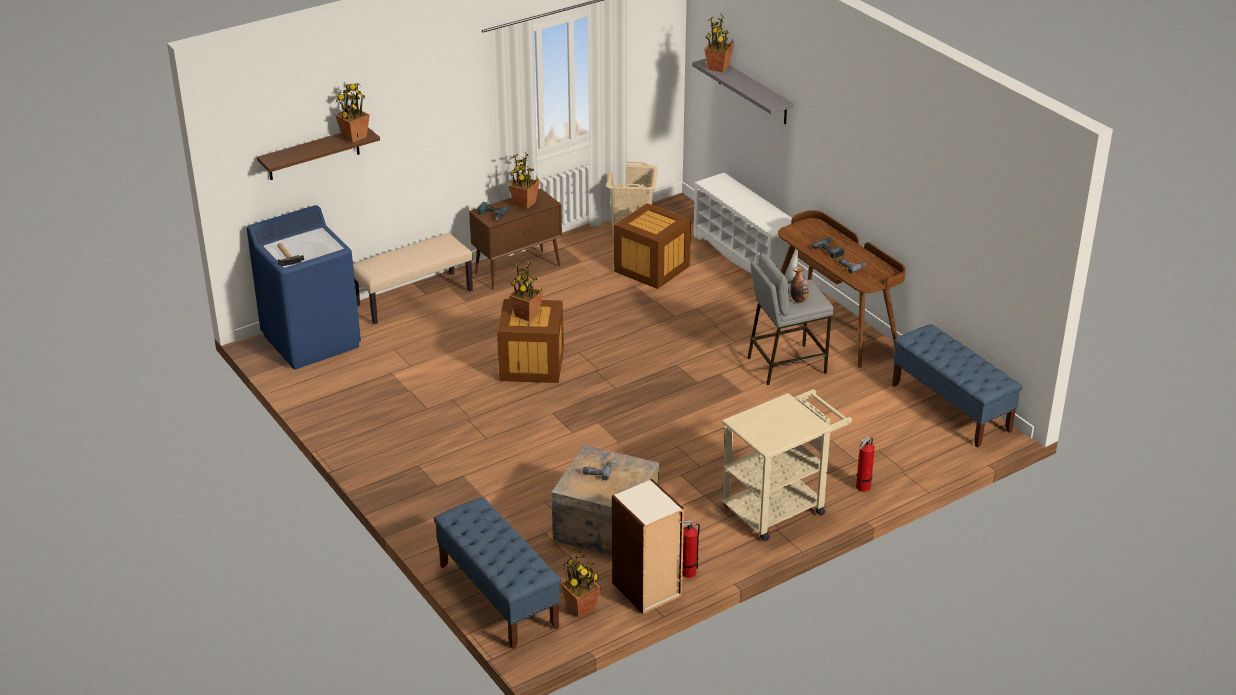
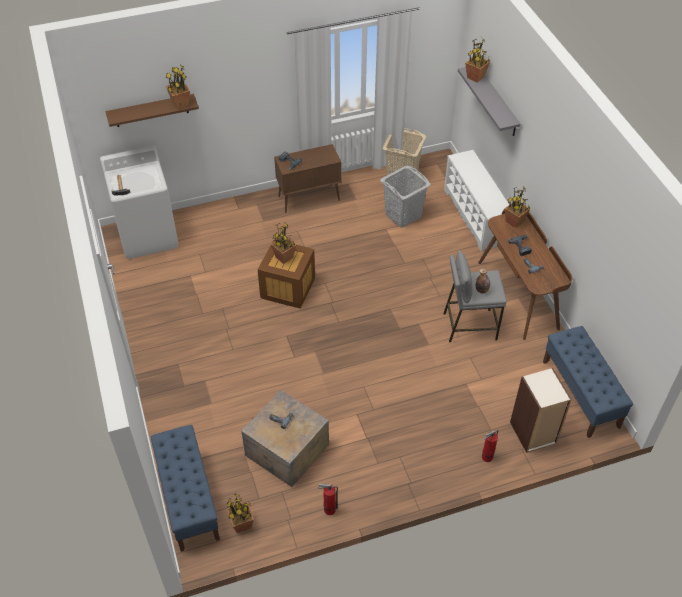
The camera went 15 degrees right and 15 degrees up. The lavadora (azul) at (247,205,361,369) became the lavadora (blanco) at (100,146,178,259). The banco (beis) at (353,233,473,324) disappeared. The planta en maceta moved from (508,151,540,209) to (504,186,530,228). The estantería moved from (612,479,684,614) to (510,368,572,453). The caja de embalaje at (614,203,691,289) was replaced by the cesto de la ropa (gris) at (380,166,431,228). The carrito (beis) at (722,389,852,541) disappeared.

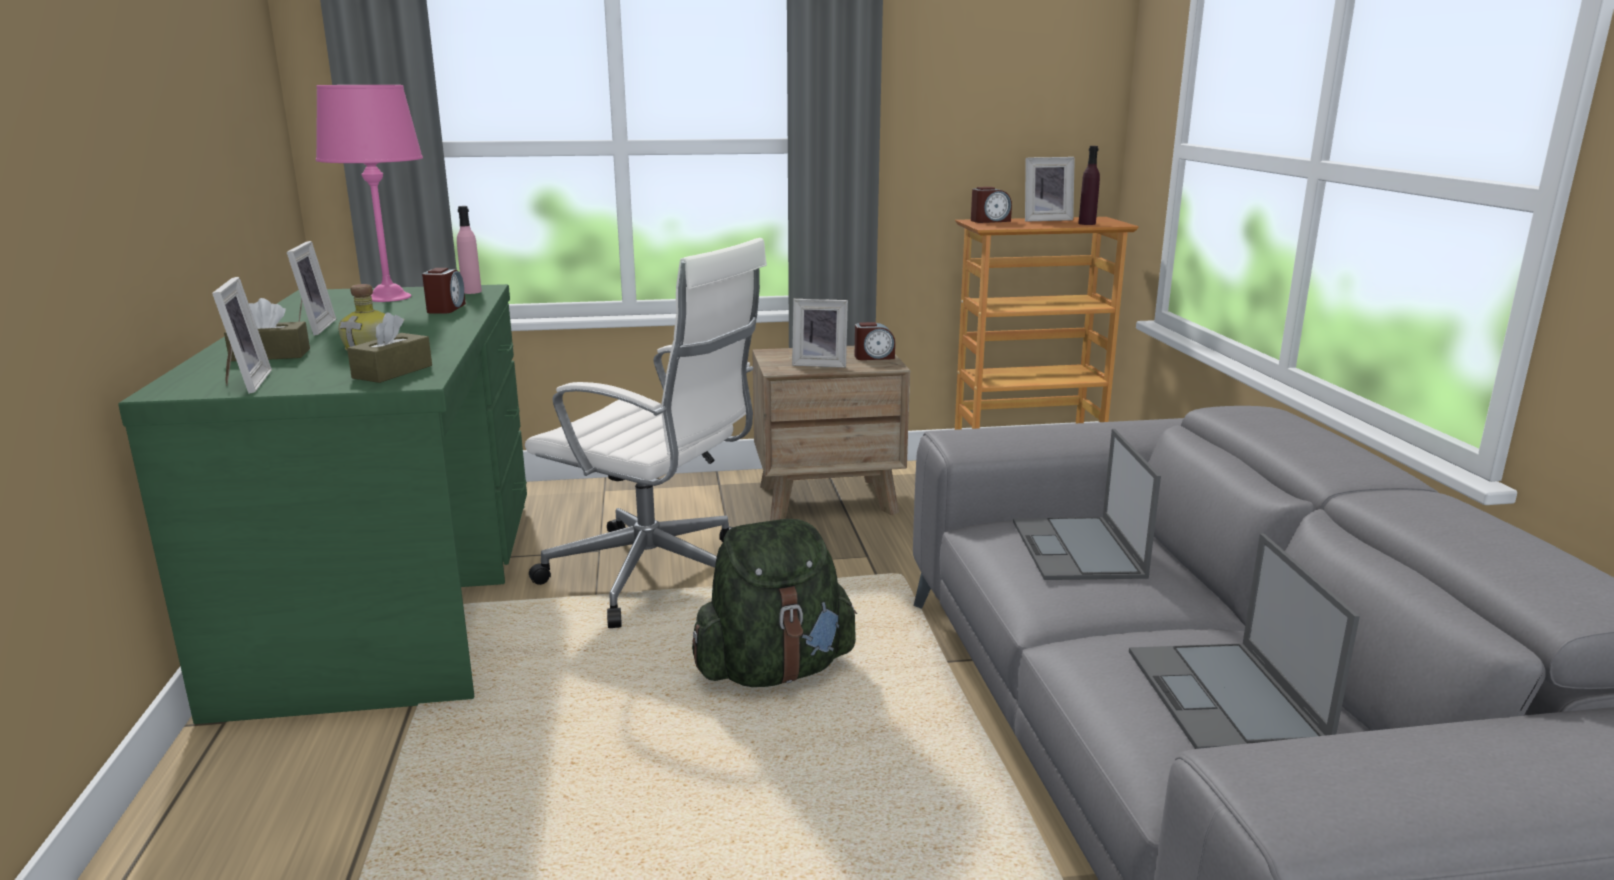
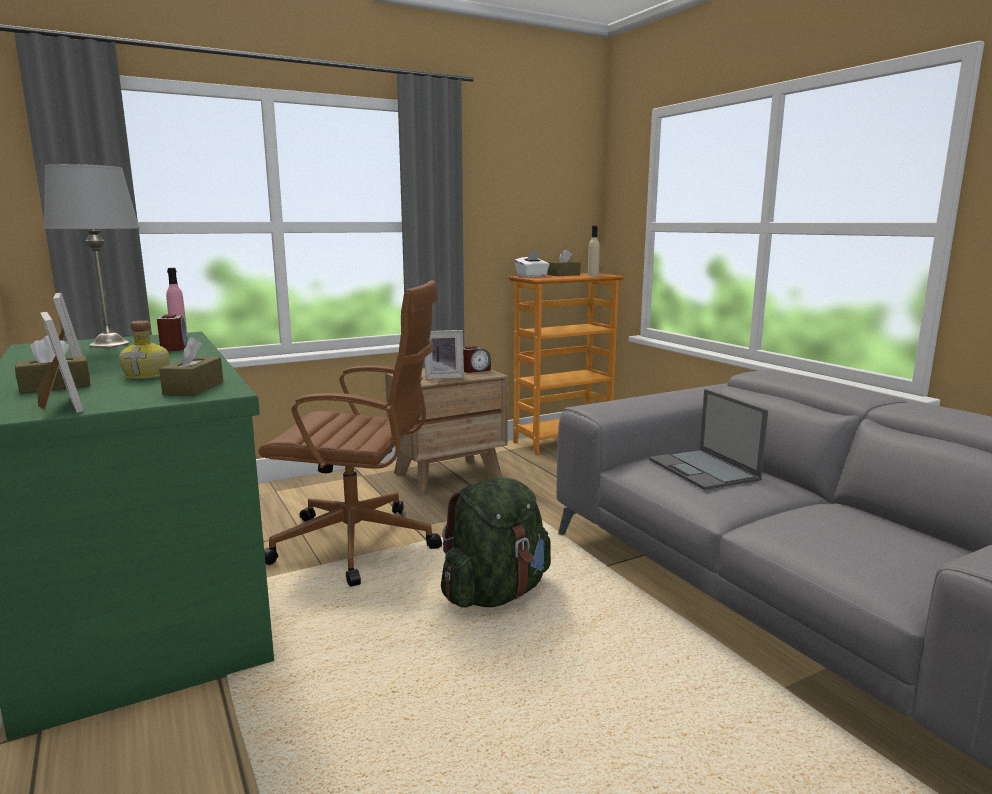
The camera went 20 degrees left and 5 degrees down. The lámpara de mesa (rosa) at (316,85,423,302) became the lámpara de mesa (gris) at (44,164,140,348). The silla de oficina (blanco) at (525,238,767,628) became the silla de oficina (marrón) at (259,280,442,587). The despertador at (971,187,1012,223) was replaced by the caja de pañuelos (blanco) at (514,252,550,277). The portarretratos at (1025,157,1075,222) was replaced by the caja de pañuelos (marrón) at (548,249,581,276). The botella (morado) at (1078,146,1100,225) became the botella (beis) at (588,226,600,276). The portátil at (1129,534,1360,749) disappeared.

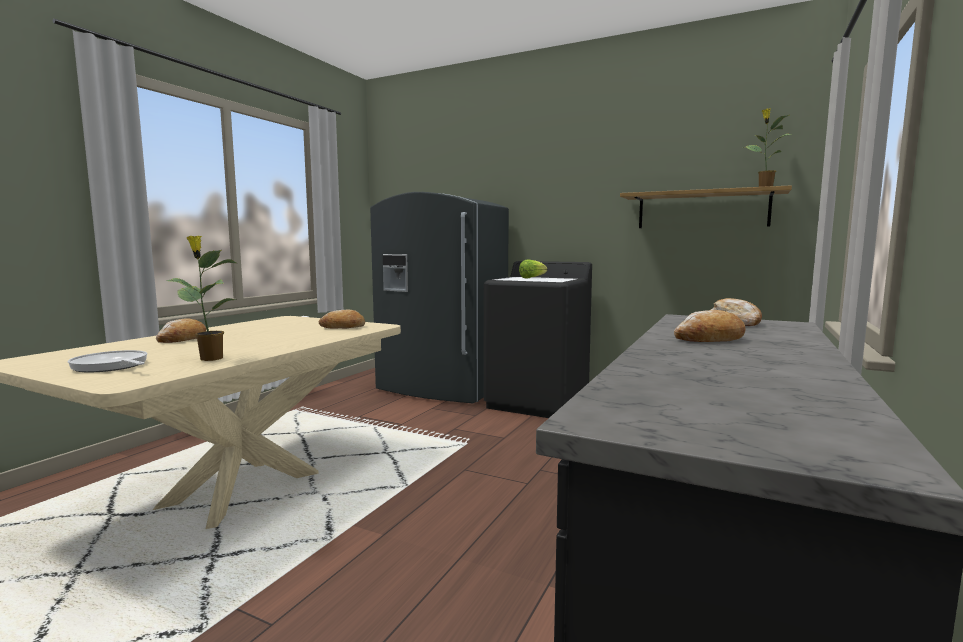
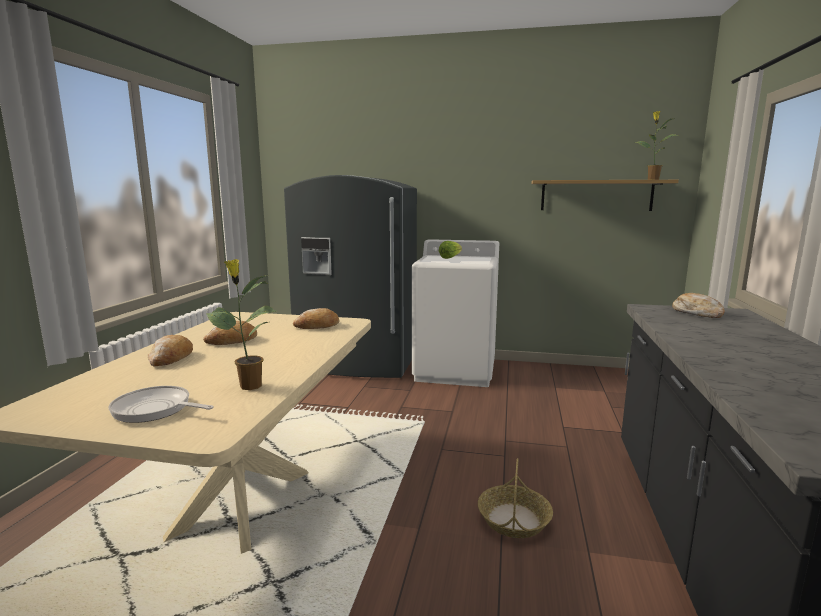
The camera went 15 degrees left and 5 degrees up. The lavadora (negro) at (484,261,592,418) became the lavadora (blanco) at (412,239,499,387). The pan moved from (674,310,746,342) to (203,321,257,345). The cesta at (478,458,553,538) appeared.

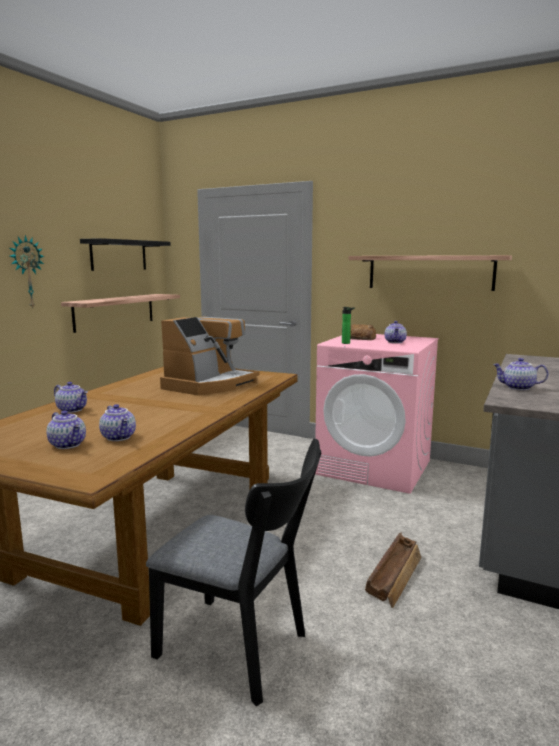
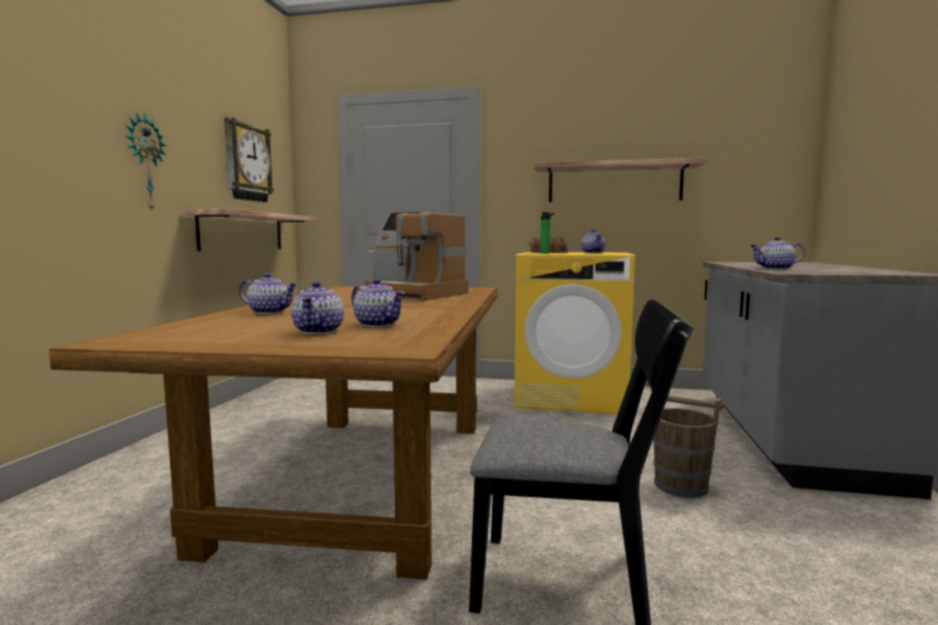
The camera went 15 degrees left and 5 degrees down. The tetera at (46,410,86,449) turned 60 degrees clockwise. The estante (negro) at (80,238,171,271) was replaced by the reloj de pared at (224,117,274,202). The cafetera at (160,317,260,395) turned 105 degrees clockwise. The lavadora (rosa) at (315,334,438,494) became the lavadora (amarillo) at (514,252,635,414). The caja de embalaje at (365,533,421,608) was replaced by the cubo (marrón) at (650,395,723,498).

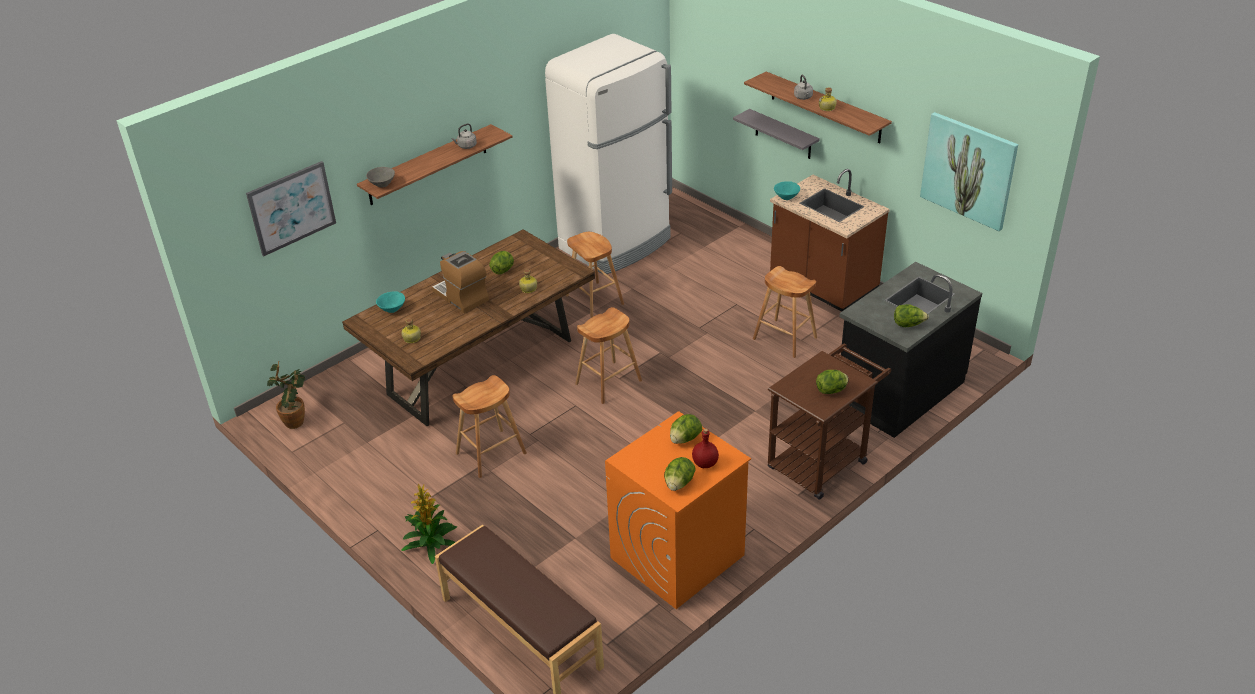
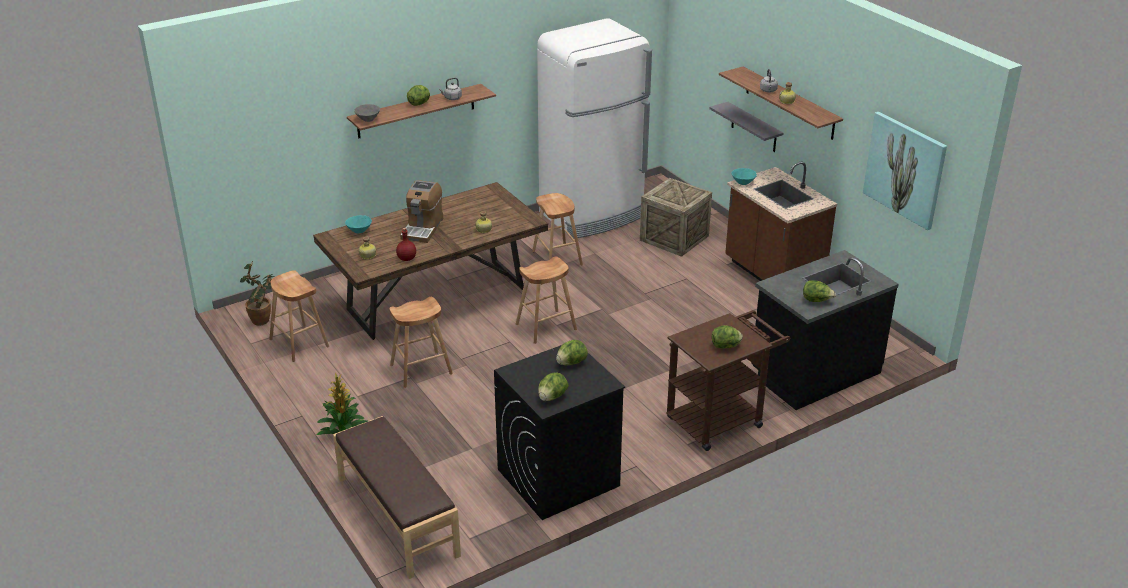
The camera went 10 degrees right and 5 degrees down. The cuadro at (246,161,336,256) disappeared. The cafetera at (432,251,489,313) turned 135 degrees counterclockwise. The lechuga moved from (489,251,514,274) to (407,85,430,106). The lavadora (naranja) at (605,411,751,609) became the lavadora (negro) at (494,345,625,520). The botella (rojo) moved from (692,428,719,468) to (396,228,416,261). The taburete (marrón) moved from (753,266,817,358) to (269,270,329,362). The caja de embalaje at (640,178,712,257) appeared.

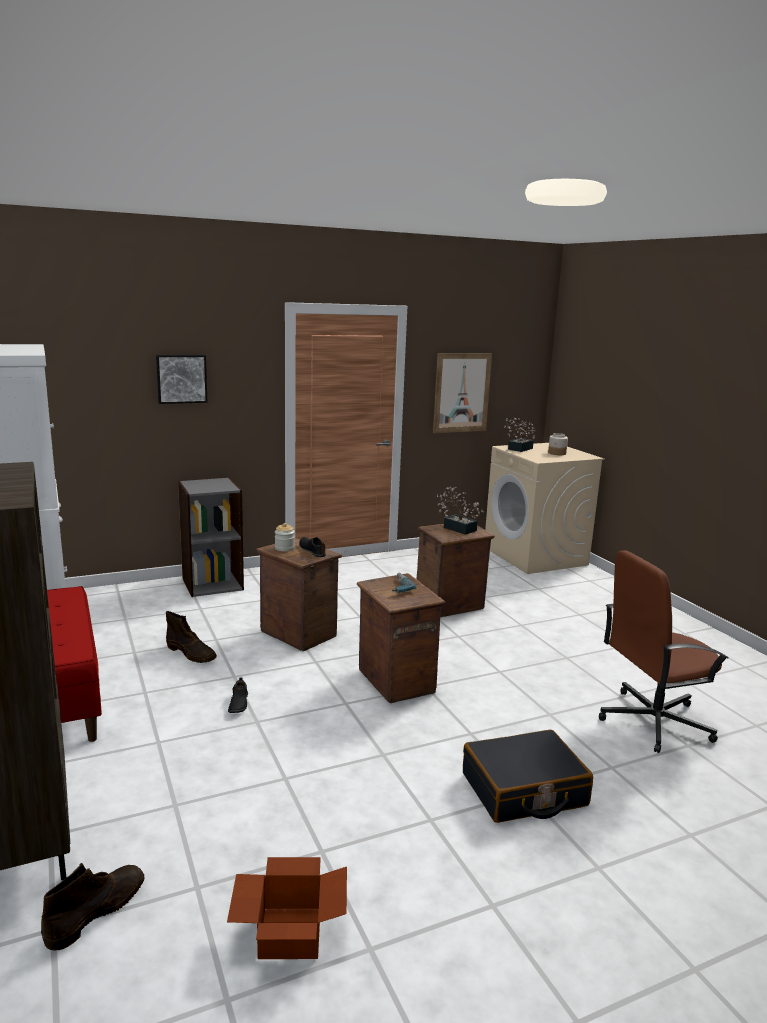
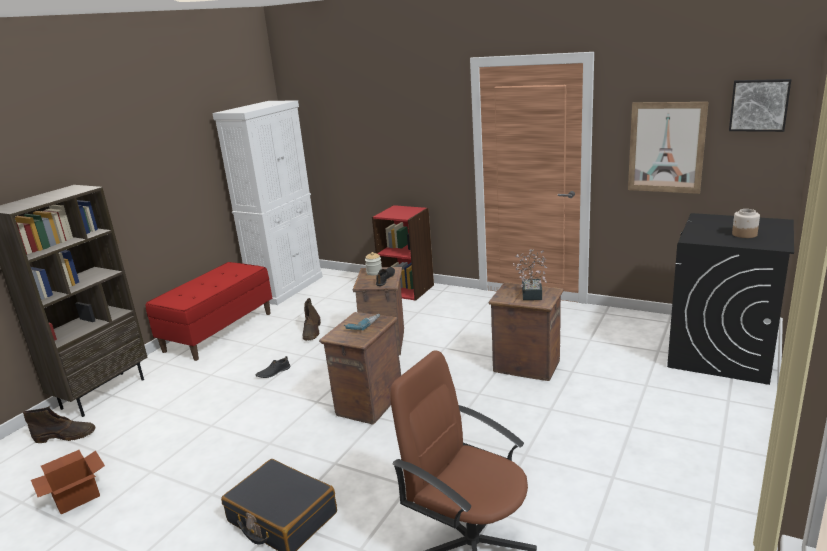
The camera went 55 degrees right and 5 degrees up. The cuadro moved from (156,355,208,404) to (729,79,791,132). The estantería (gris) at (178,477,244,597) became the estantería (rojo) at (372,205,434,301). The lavadora (beis) at (485,443,604,574) became the lavadora (negro) at (667,213,794,385). The planta en maceta at (504,417,535,452) disappeared.

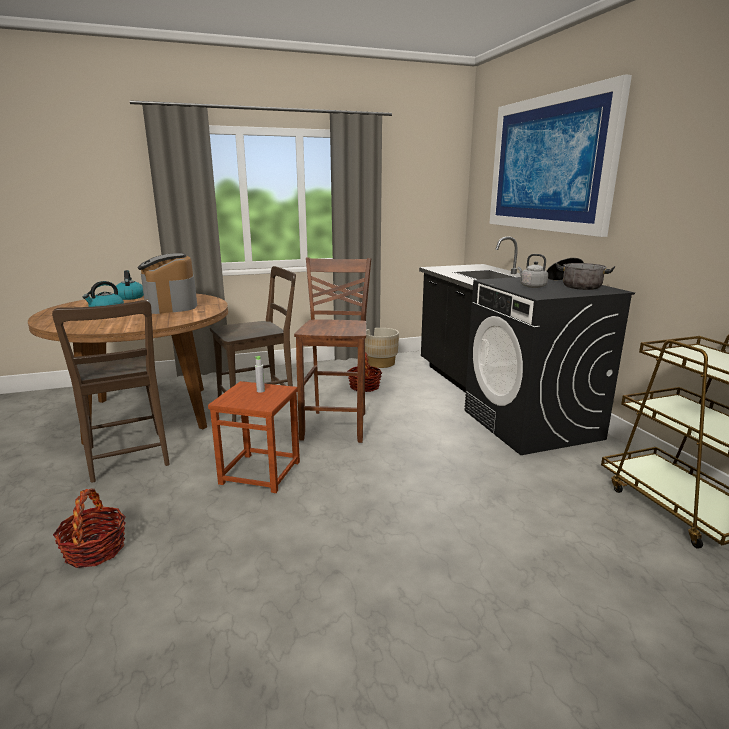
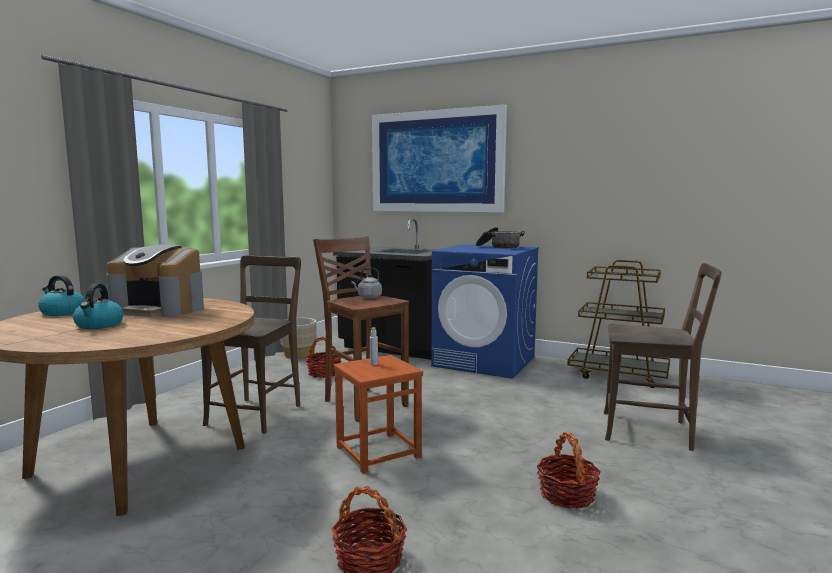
The camera went 45 degrees left and 10 degrees down. The silla (marrón) moved from (52,300,170,483) to (604,263,722,451). The lavadora (negro) at (464,277,635,455) became the lavadora (azul) at (431,244,539,379). The hervidor (gris) moved from (517,254,548,288) to (351,268,382,299). The cesta at (537,432,601,509) appeared.

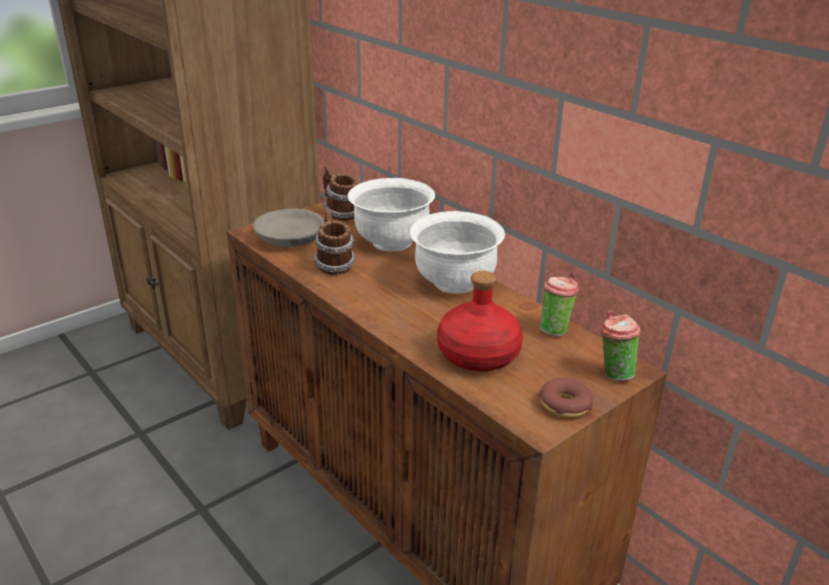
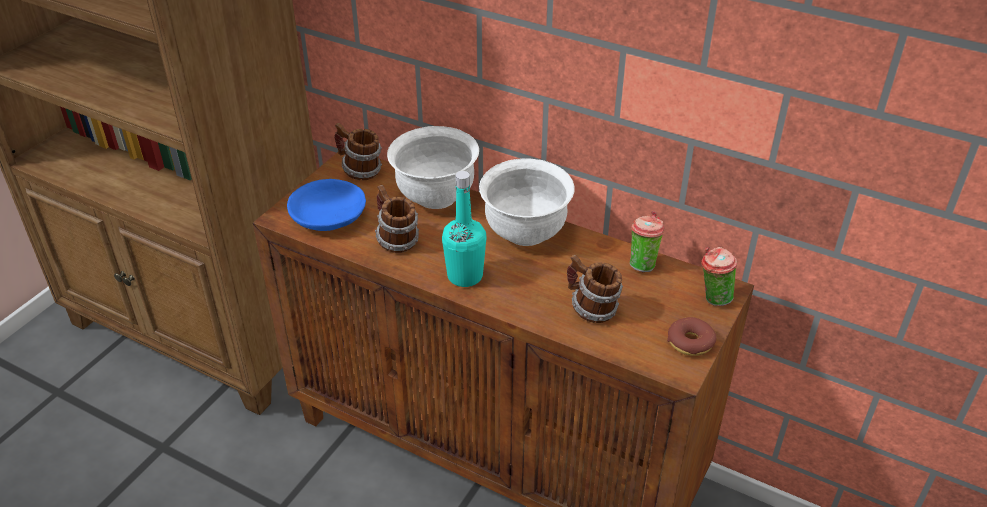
The camera went 20 degrees left and 10 degrees up. The cuenco (gris) at (253,208,324,247) became the cuenco (azul) at (287,179,366,231). The botella (rojo) at (437,271,523,371) was replaced by the taza grande at (567,255,623,323). The botella (turquesa) at (442,171,486,287) appeared.

